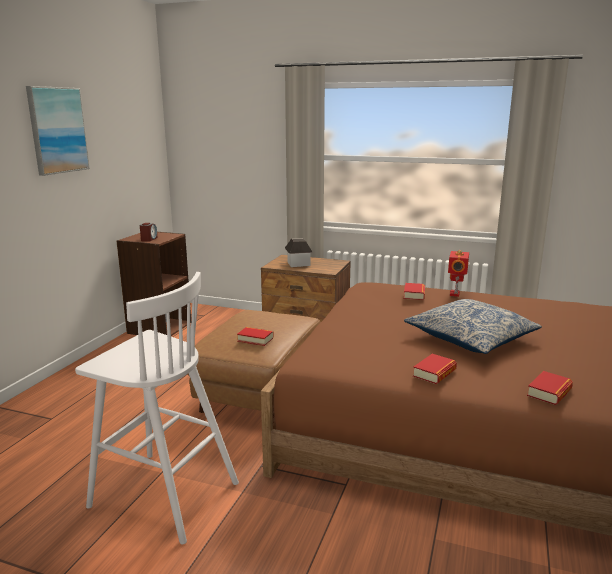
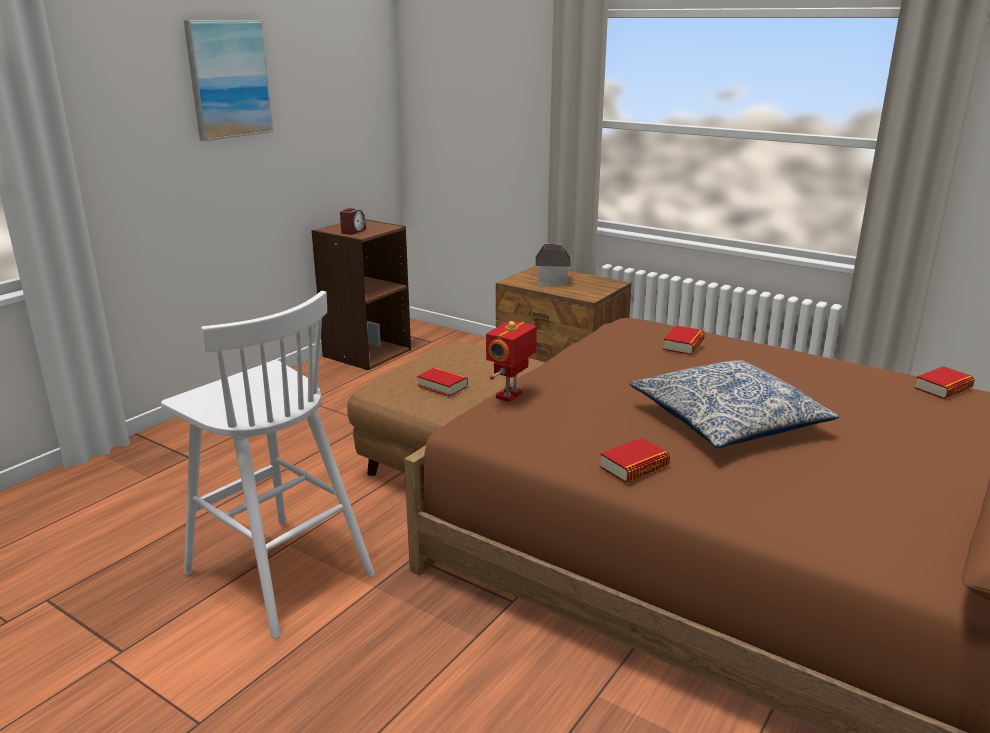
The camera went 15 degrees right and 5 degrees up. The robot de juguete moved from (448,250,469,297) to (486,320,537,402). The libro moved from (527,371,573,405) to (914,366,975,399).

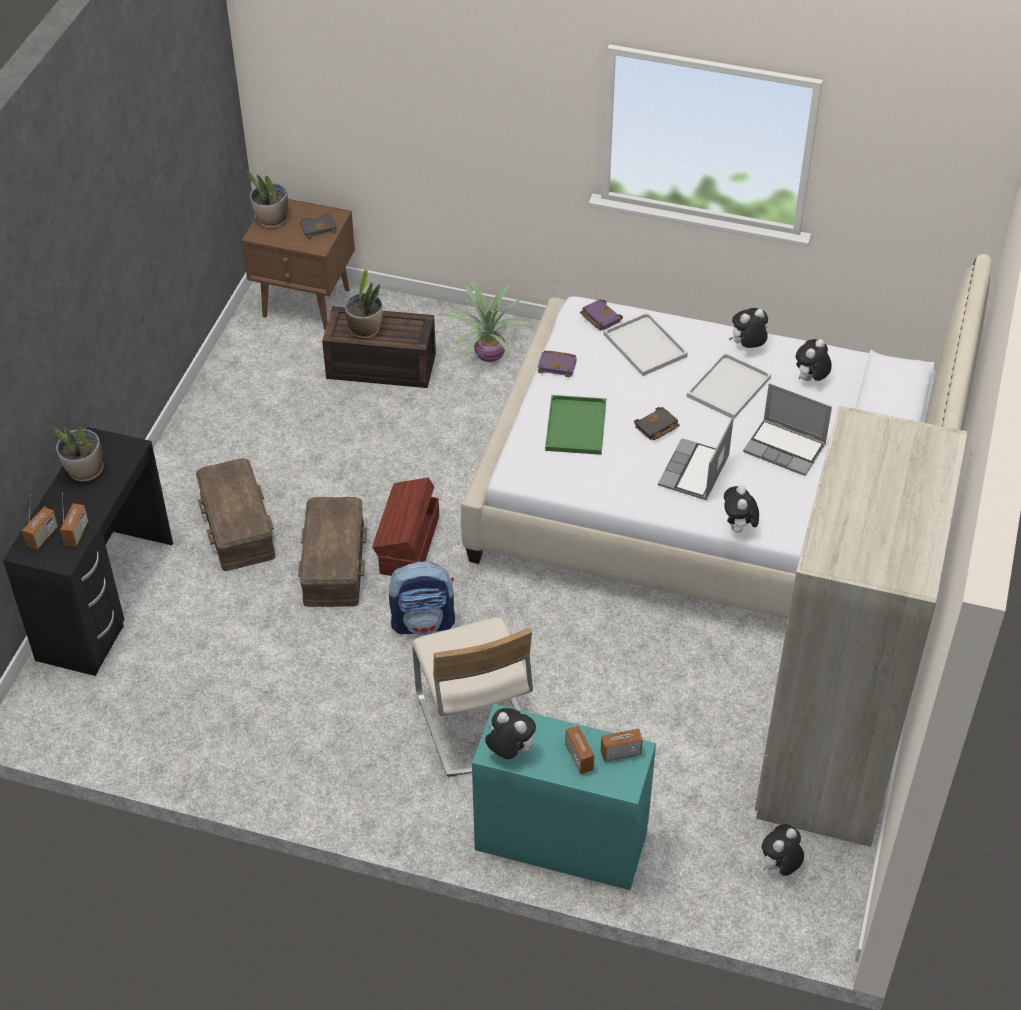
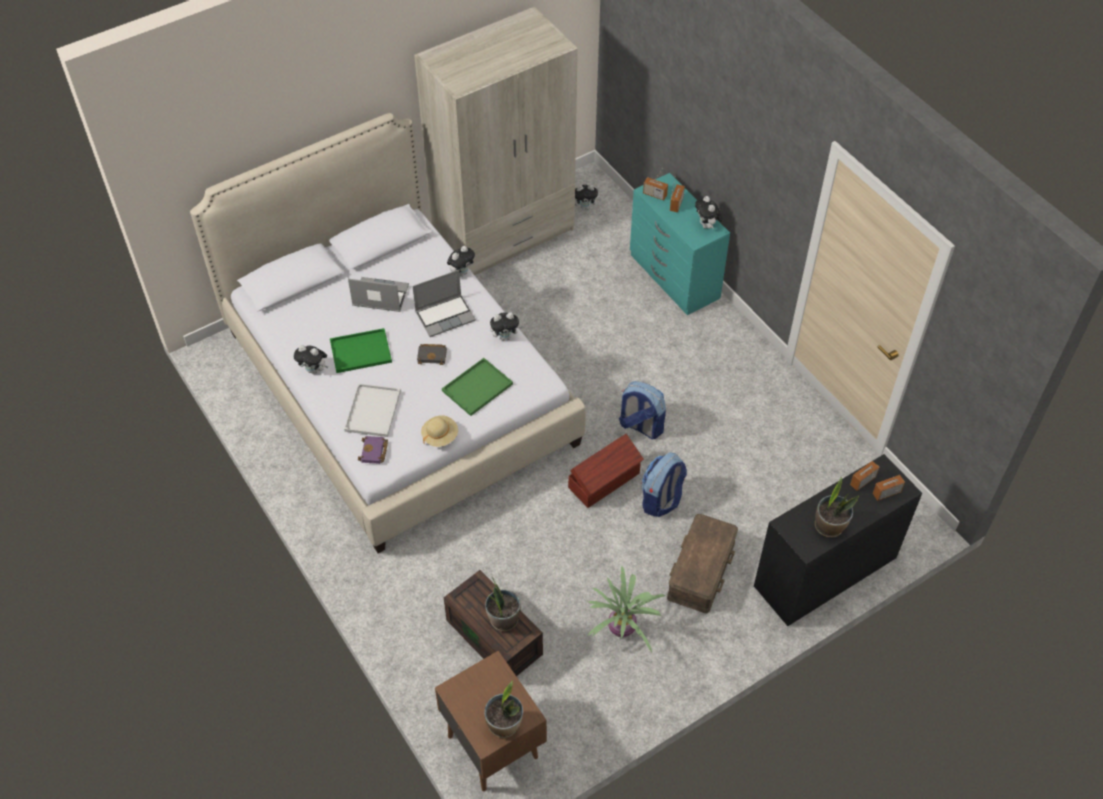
The camera went 140 degrees left and 5 degrees up. The caja de almacenaje (marrón) at (298,497,367,607) was replaced by the mochila at (642,452,687,517). The libro (negro) at (300,213,337,239) disappeared. The silla (beis) at (412,617,533,777) disappeared. The planta en maceta moved from (436,282,533,362) to (588,566,666,652). The libro (morado) at (538,350,577,377) was replaced by the sombrero (beis) at (421,415,458,447). The bandeja (blanco) at (687,353,771,419) became the bandeja (verde) at (330,328,392,373). The portátil at (743,383,832,476) turned 60 degrees counterclockwise. The peluche moved from (796,339,832,381) to (490,312,523,341).

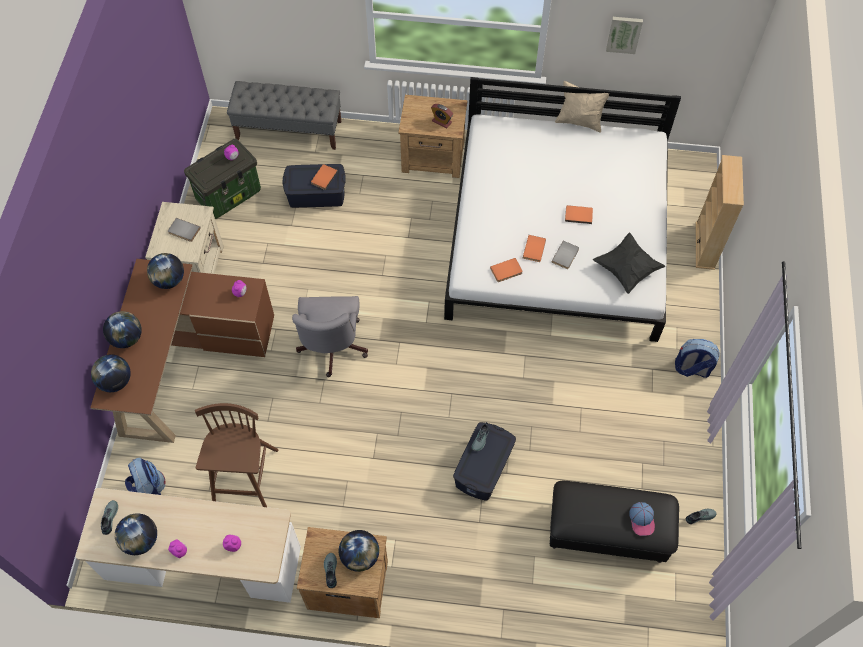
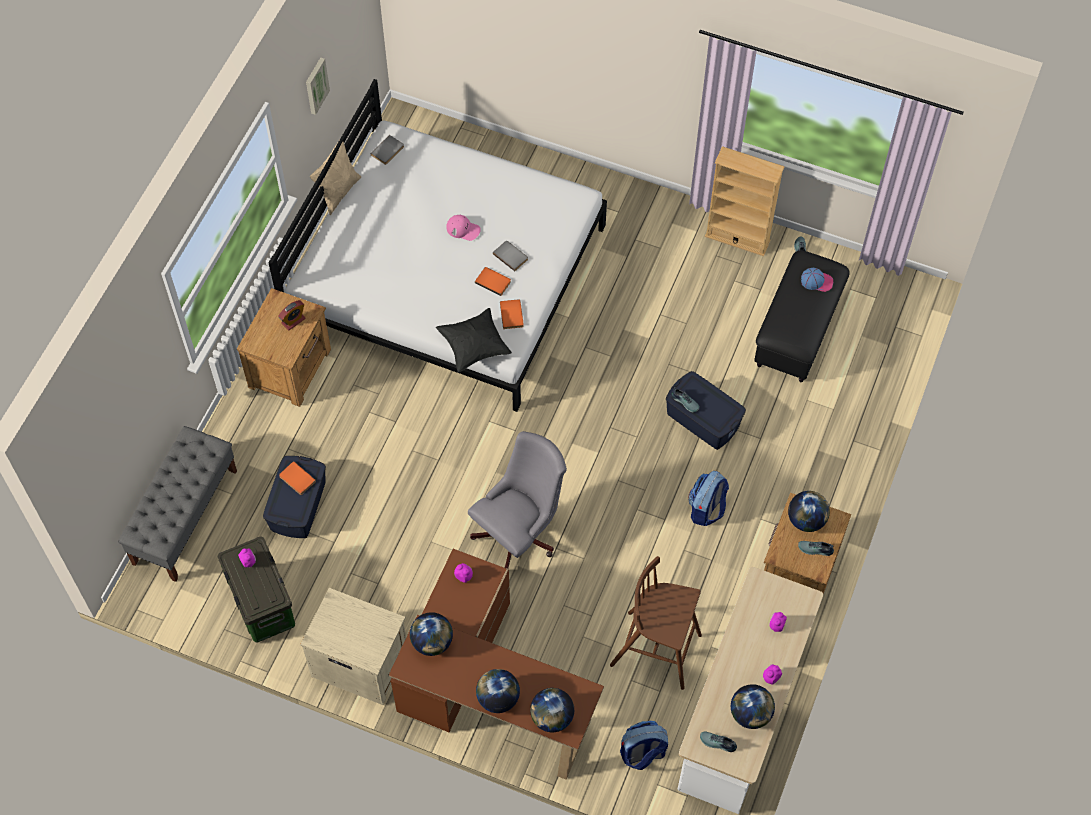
The camera went 75 degrees left and 0 degrees up. The libro (gris) moved from (168,218,201,242) to (371,135,404,165). The silla de oficina (gris) at (292,296,368,377) turned 60 degrees counterclockwise. The libro (naranja) at (565,205,593,224) was replaced by the gorra (rosa) at (446,215,481,241). The cojín (negro) moved from (593,233,665,294) to (436,308,512,373). The mochila moved from (675,339,720,378) to (688,471,729,526). The estantería (beis) moved from (696,155,744,270) to (705,146,785,256).

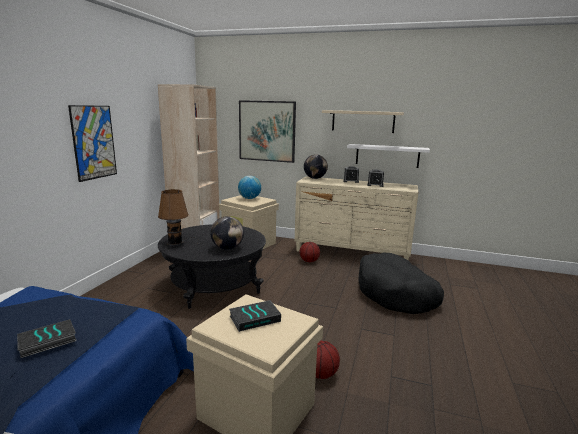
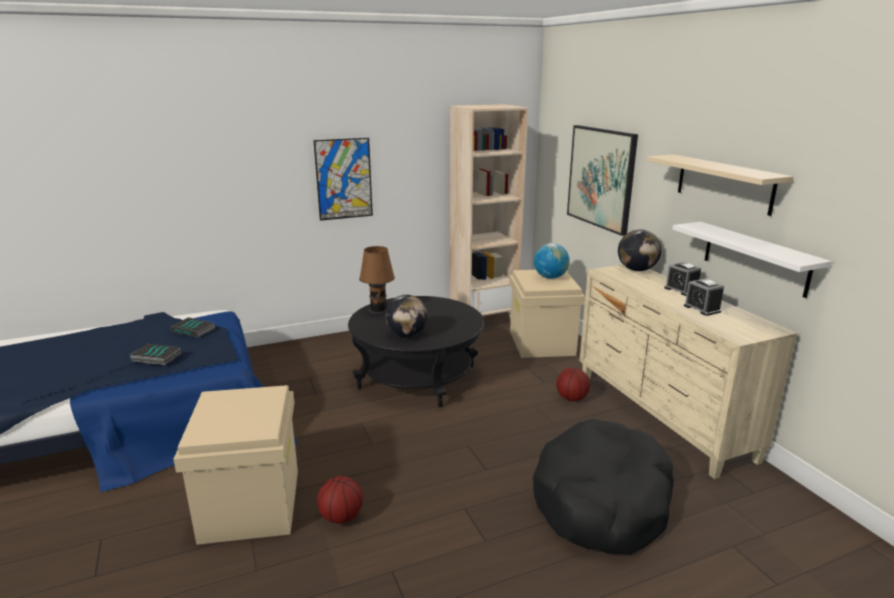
The camera went 50 degrees right and 5 degrees up. The libro moved from (229,300,281,332) to (171,317,215,338).

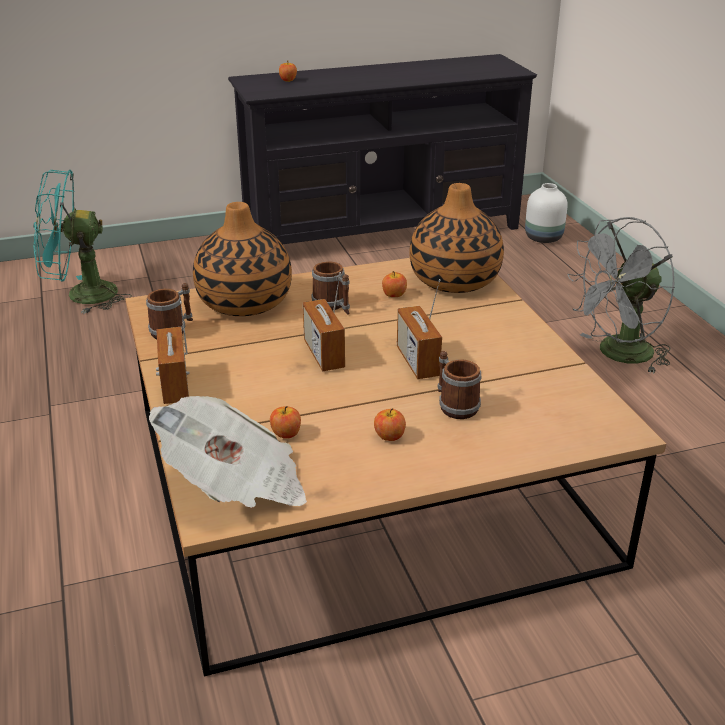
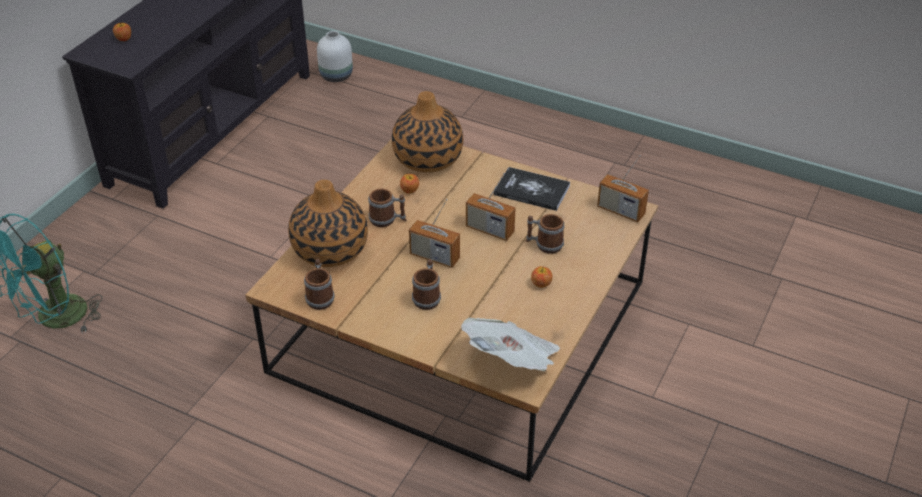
The camera went 45 degrees left and 10 degrees up. The radio moved from (156,301,190,404) to (597,155,649,222). The manzana at (270,406,301,439) disappeared. The ventilador (gris) at (567,217,675,374) disappeared. The taza grande at (412,259,441,310) appeared. The libro at (494,167,570,211) appeared.

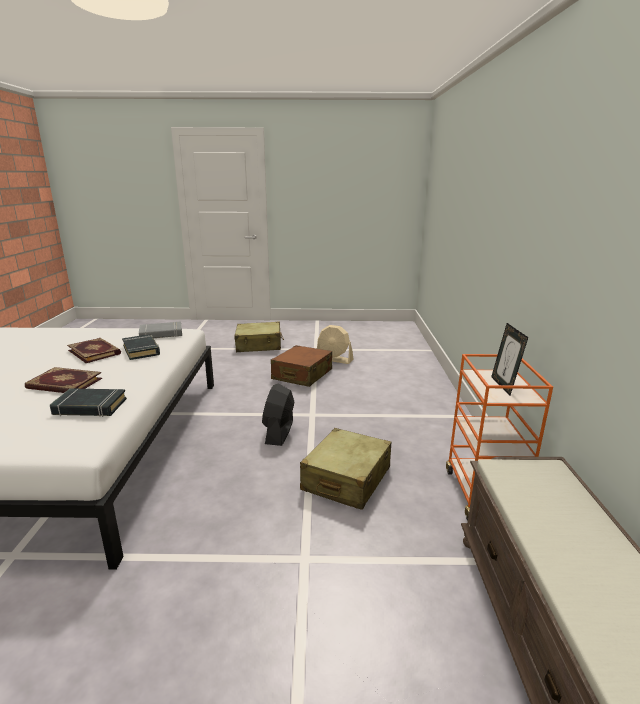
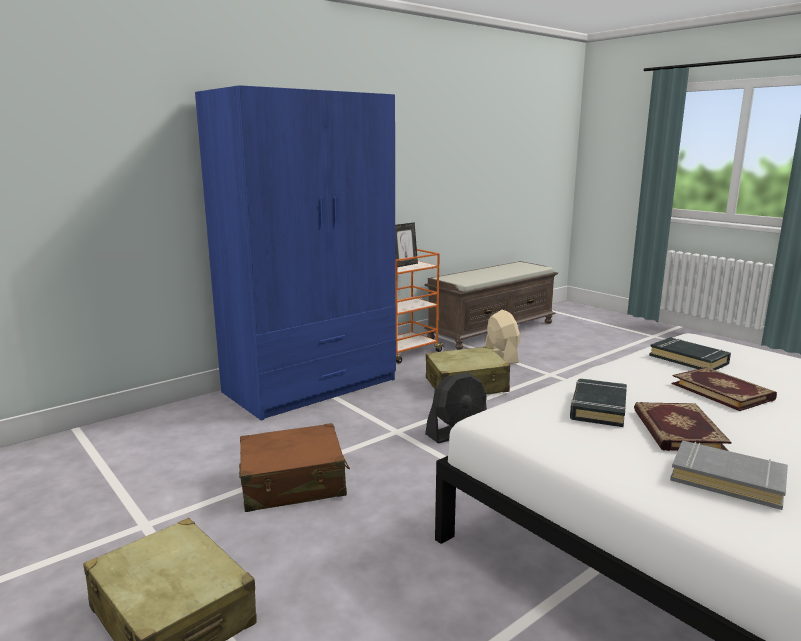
The camera went 130 degrees left and 5 degrees down. The libro (gris) moved from (139,322,182,338) to (670,441,788,510). The ventilador (beis) moved from (317,325,353,364) to (485,310,520,364). The armario ropero (azul) at (195,85,396,421) appeared.

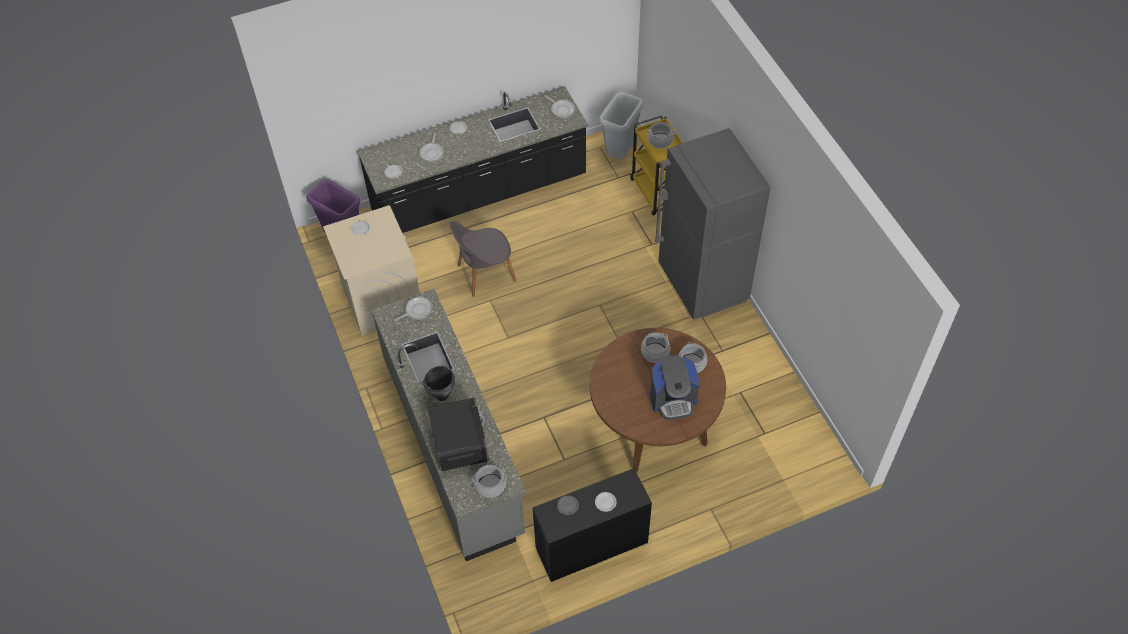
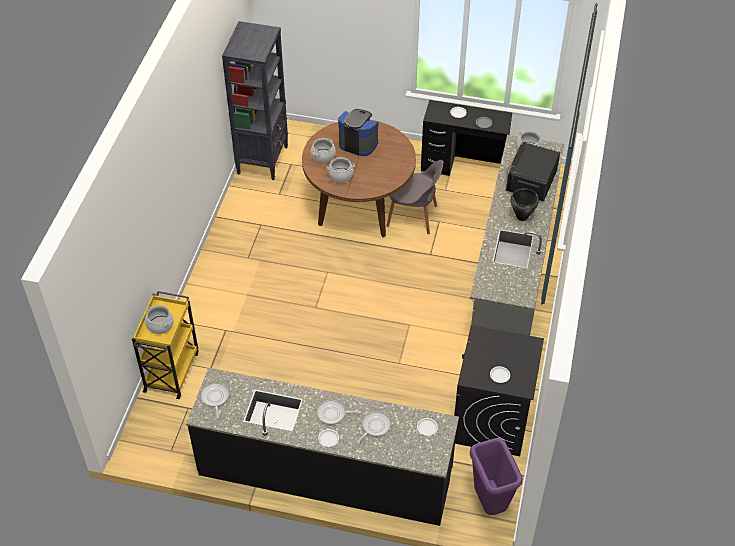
The camera went 145 degrees left and 5 degrees down. The lavadora (beis) at (323,205,420,336) became the lavadora (negro) at (454,325,544,456). The sartén moved from (394,297,433,321) to (317,400,361,425). The silla (gris) moved from (450,221,516,297) to (386,160,443,234). The papelera (gris) at (599,92,644,159) disappeared. The nevera (gris) at (655,128,770,320) disappeared. The estantería (negro) at (222,21,288,180) appeared.

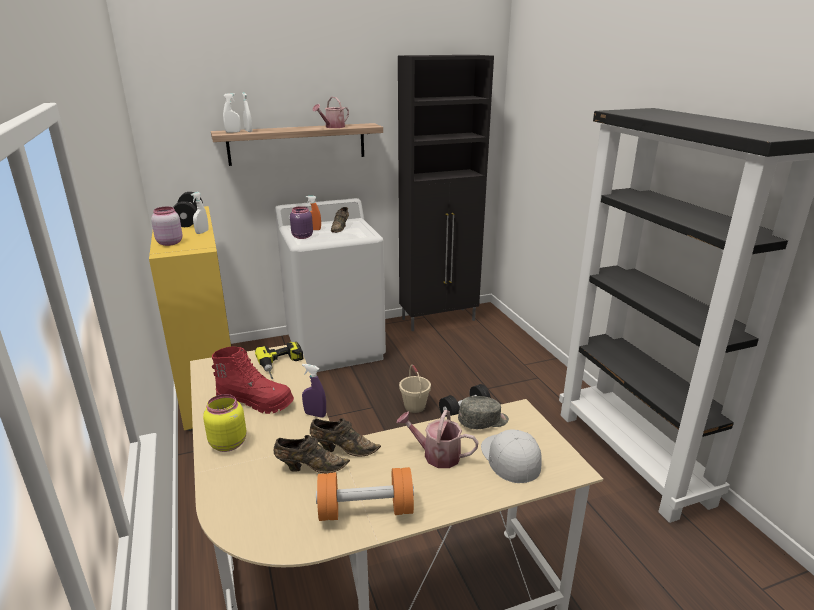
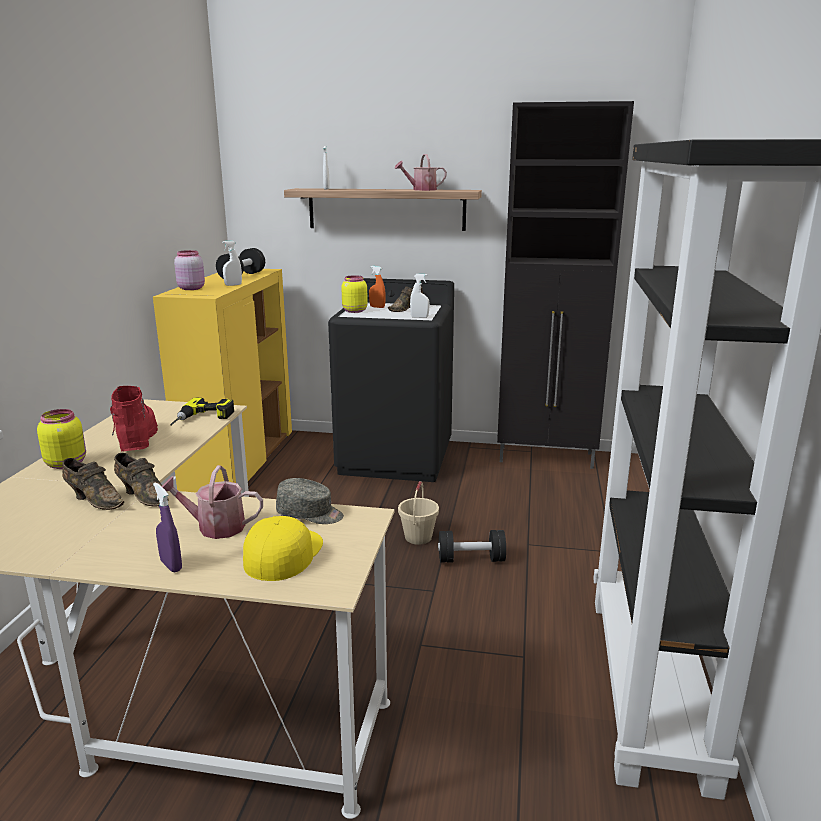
The camera went 30 degrees right and 5 degrees down. The bota (rojo) at (212,347,294,414) turned 150 degrees counterclockwise. The pulverizador (blanco) moved from (223,93,241,133) to (410,274,430,318). The lavadora (blanco) at (275,198,386,372) became the lavadora (negro) at (328,278,454,482). The tarro (morado) at (290,206,313,239) became the tarro (amarillo) at (341,275,368,313). The pulverizador (morado) moved from (302,364,326,418) to (153,482,182,572). The mancuerna (naranja) at (316,467,414,521) disappeared. The regadera at (397,410,479,468) turned 45 degrees counterclockwise. The gorra (blanco) at (481,430,541,483) became the gorra (amarillo) at (243,516,323,581).

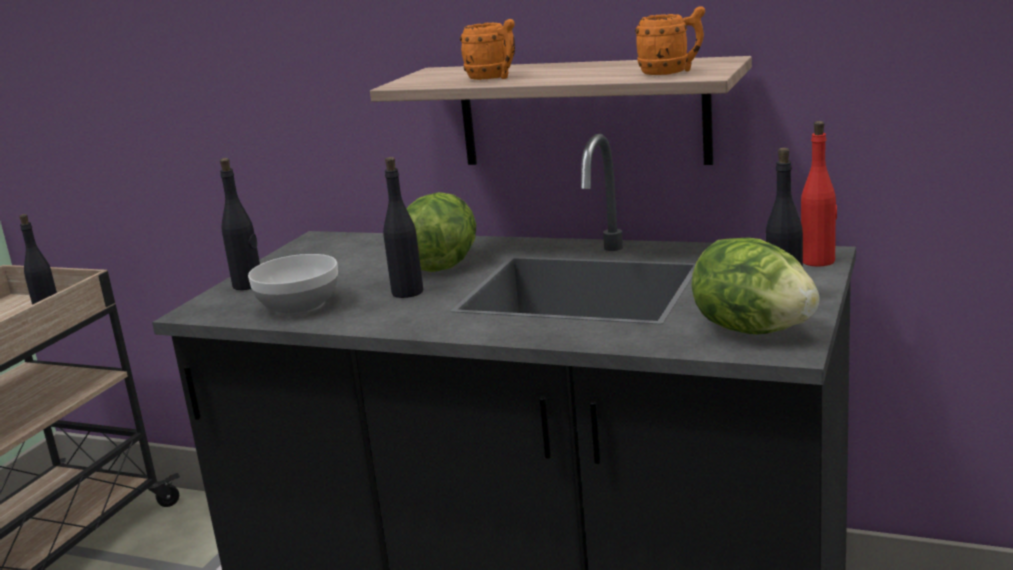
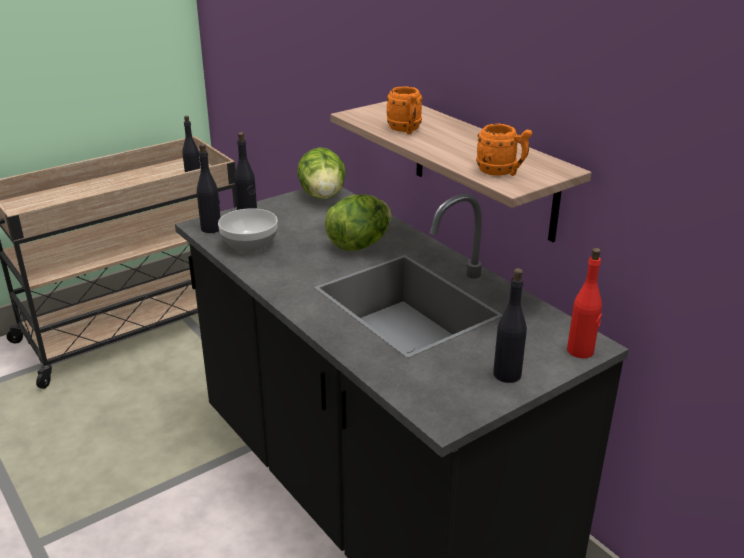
The camera went 30 degrees right and 10 degrees up. The botella (negro) moved from (383,157,423,298) to (197,144,221,233). The lechuga moved from (691,237,820,335) to (297,147,346,199).

